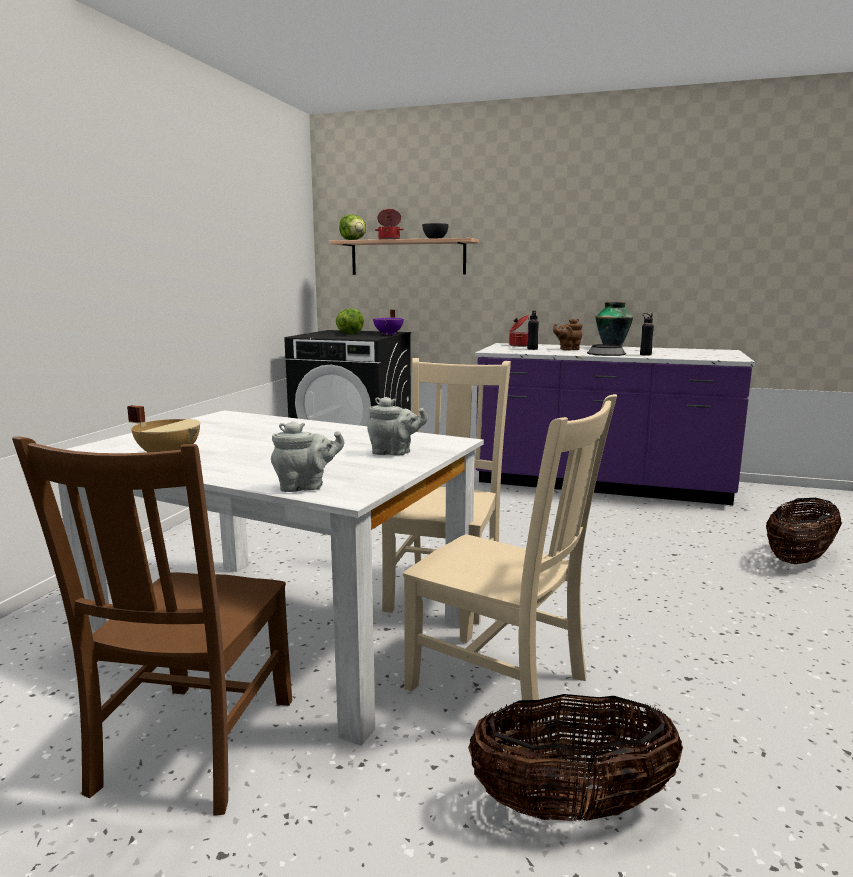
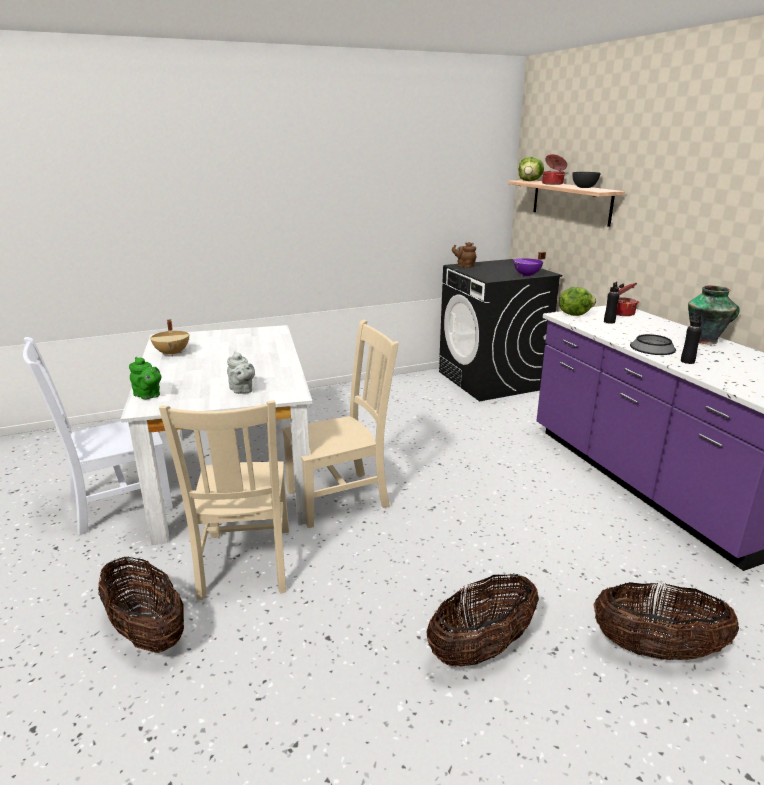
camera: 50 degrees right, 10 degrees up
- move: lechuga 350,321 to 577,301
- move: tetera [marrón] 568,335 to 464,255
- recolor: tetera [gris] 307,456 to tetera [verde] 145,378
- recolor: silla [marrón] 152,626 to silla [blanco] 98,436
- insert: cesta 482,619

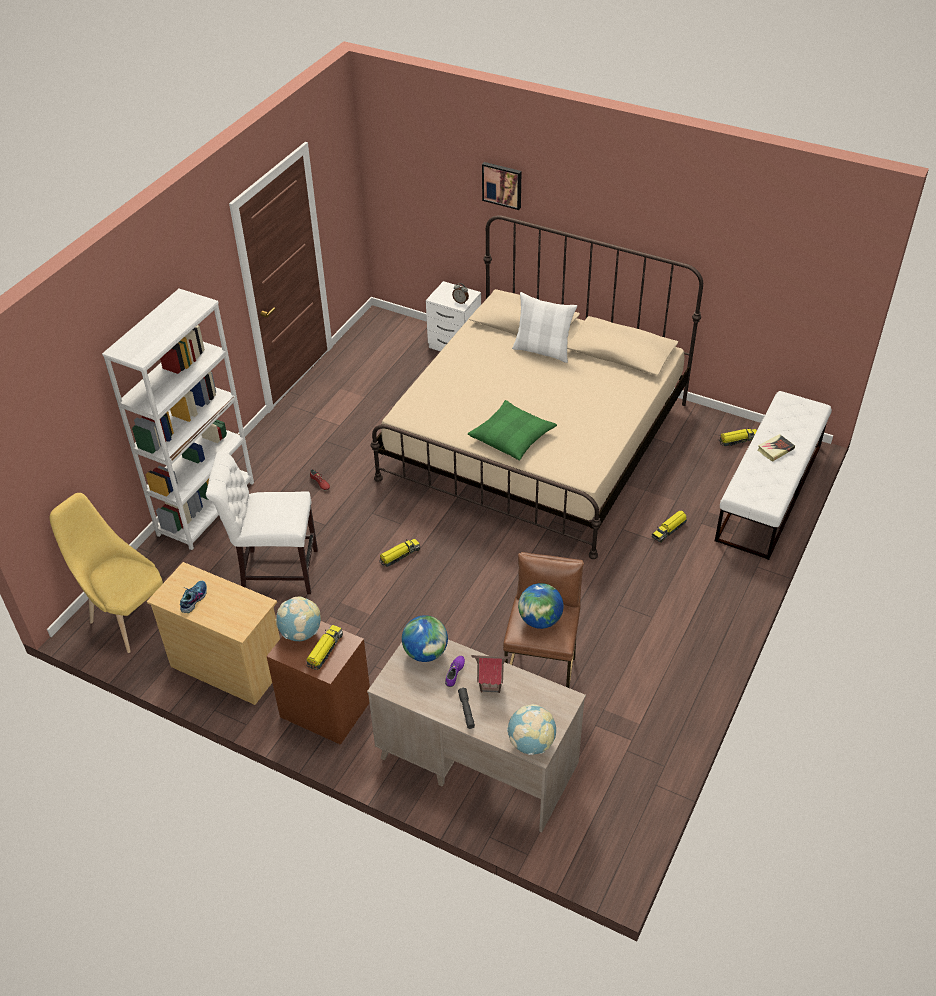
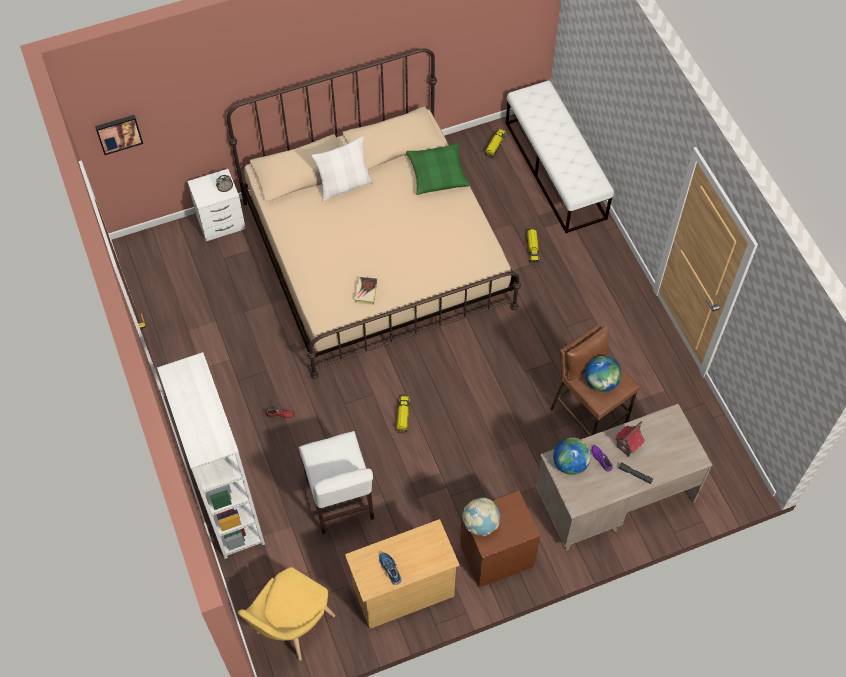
camera: 50 degrees left, 15 degrees up
- move: cuadro 502,186 to 119,135
- move: cojín [verde] 512,430 to 438,169
- move: libro 776,448 to 365,290
- rotate: silla [blanco] 262,522 = 336,482 60 degrees counterclockwise
- rotate: silla [amarillo] 106,573 = 286,614 45 degrees counterclockwise
- delete: camión de juguete 324,647
- delete: globo terráqueo 531,729

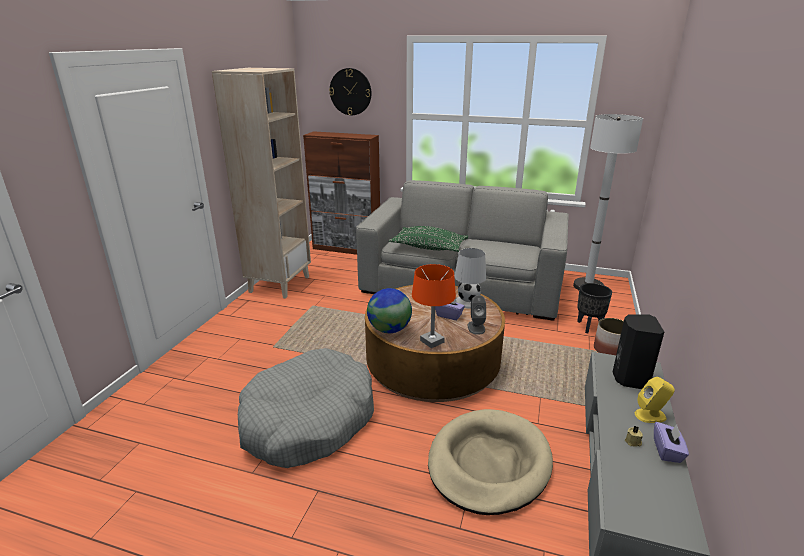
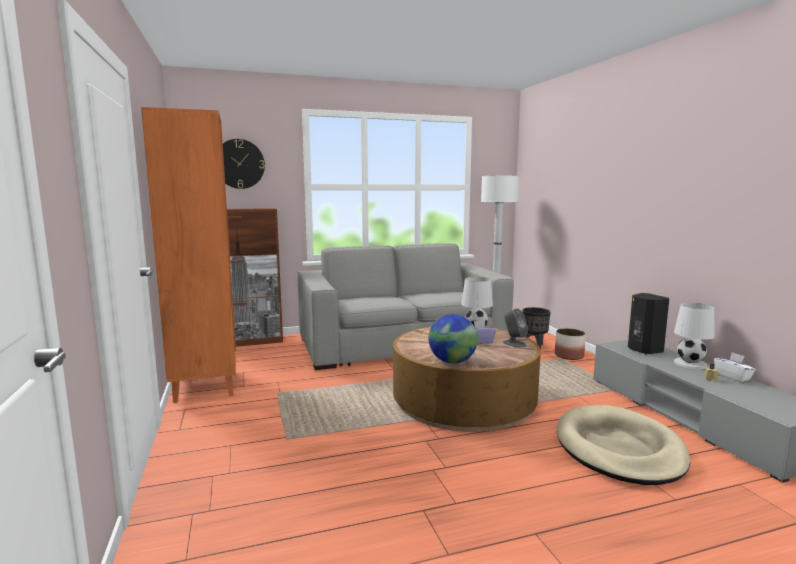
camera: 35 degrees left, 15 degrees down
- recolor: estantería [beis] 261,183 to estantería [naranja] 188,255
- delete: cojín [verde] 429,239
- delete: lámpara de mesa [naranja] 434,306
- delete: cama para perro [gris] 306,408
- replace: altavoz [amarillo] 655,400 to lámpara de mesa [blanco] 694,336
- recolor: caja de pañuelos [morado] 671,442 to caja de pañuelos [blanco] 735,367

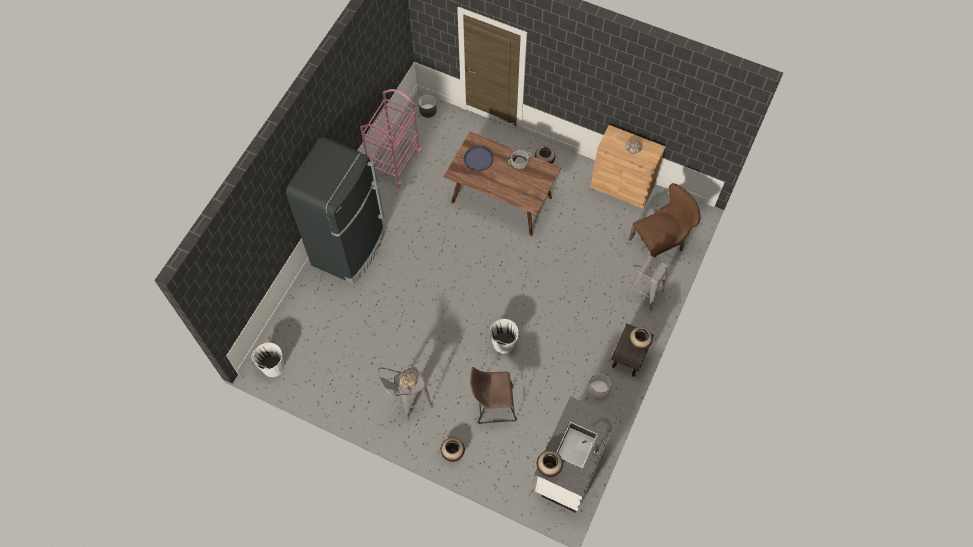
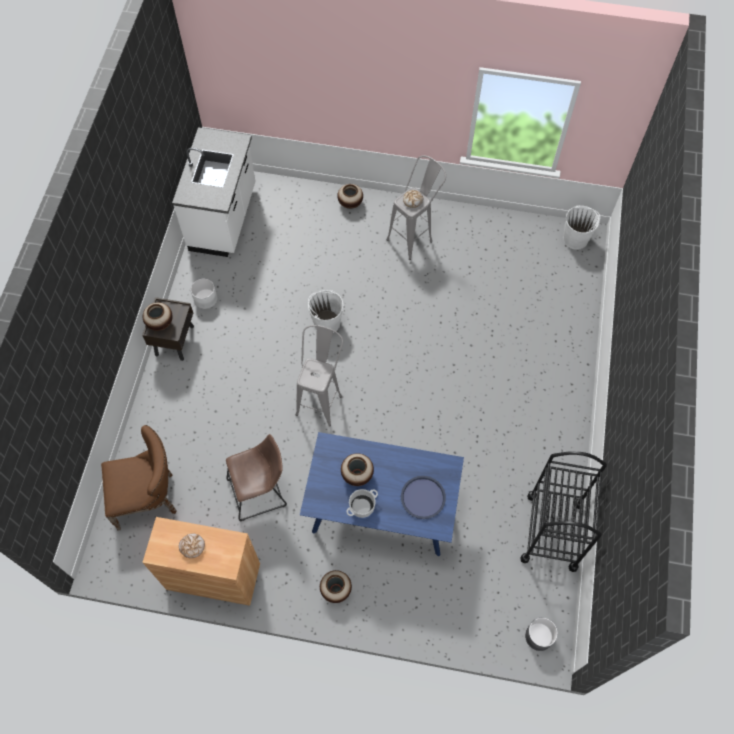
camera: 165 degrees right, 0 degrees up
- recolor: carrito [rosa] 391,138 to carrito [negro] 563,511
- recolor: mesa de comedor [marrón] 502,183 to mesa de comedor [azul] 382,494
- delete: nevera [negro] 335,210
- rotate: silla [marrón] 665,226 = 139,478 150 degrees counterclockwise
- move: taburete [gris] 647,283 to 319,375
- move: taburete [marrón] 493,395 to 256,477
- move: florero 550,463 to 357,469

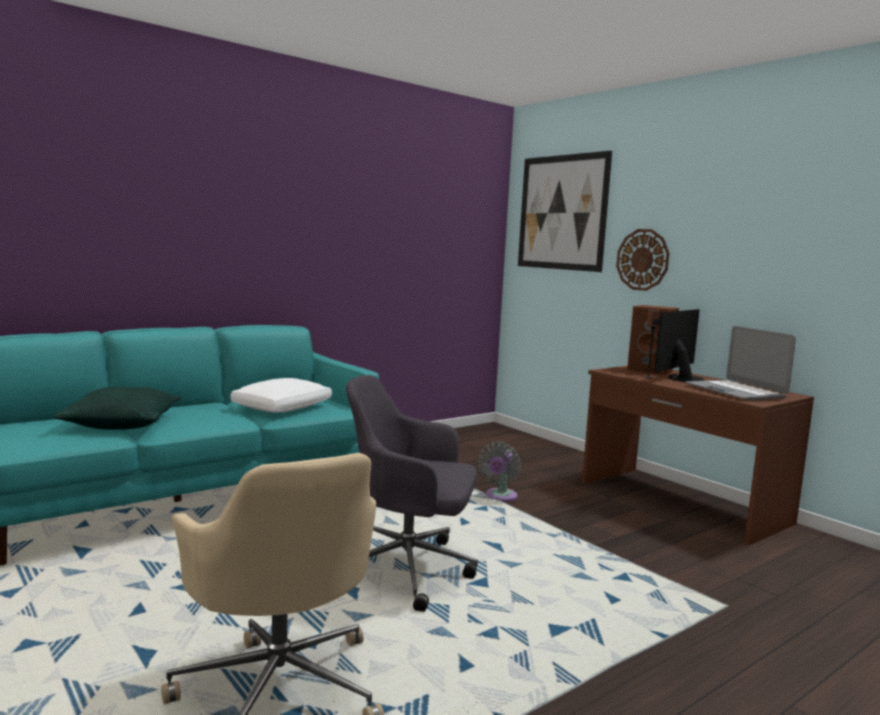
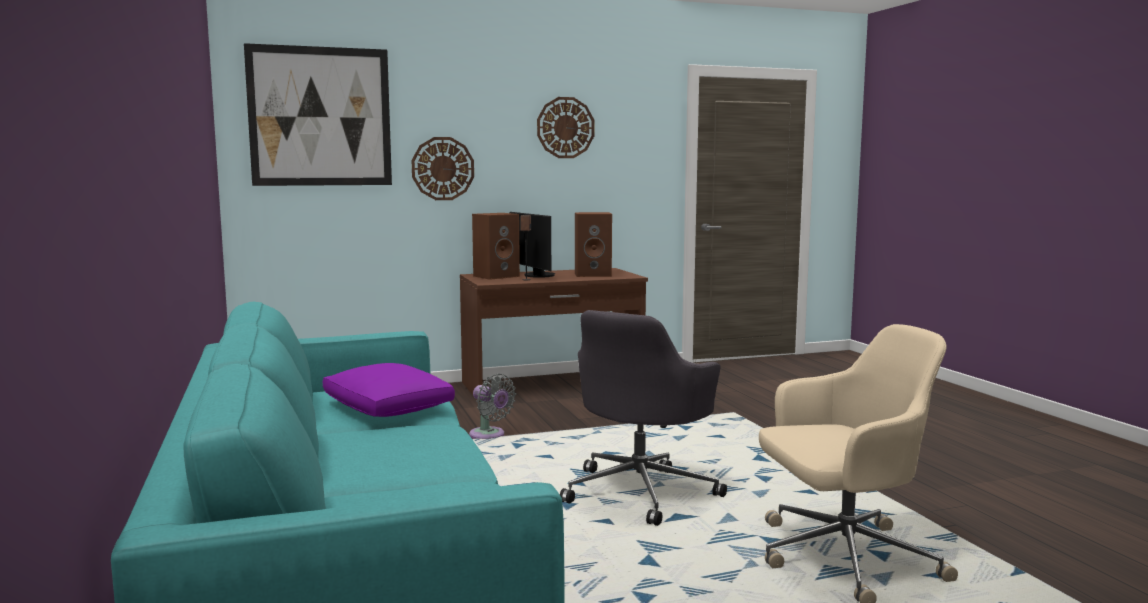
camera: 70 degrees left, 0 degrees up
- replace: portátil 740,363 to altavoz [marrón] 593,244
- recolor: cojín [blanco] 281,395 to cojín [morado] 389,390
- delete: cojín [verde] 117,408
- insert: reloj de pared 565,127

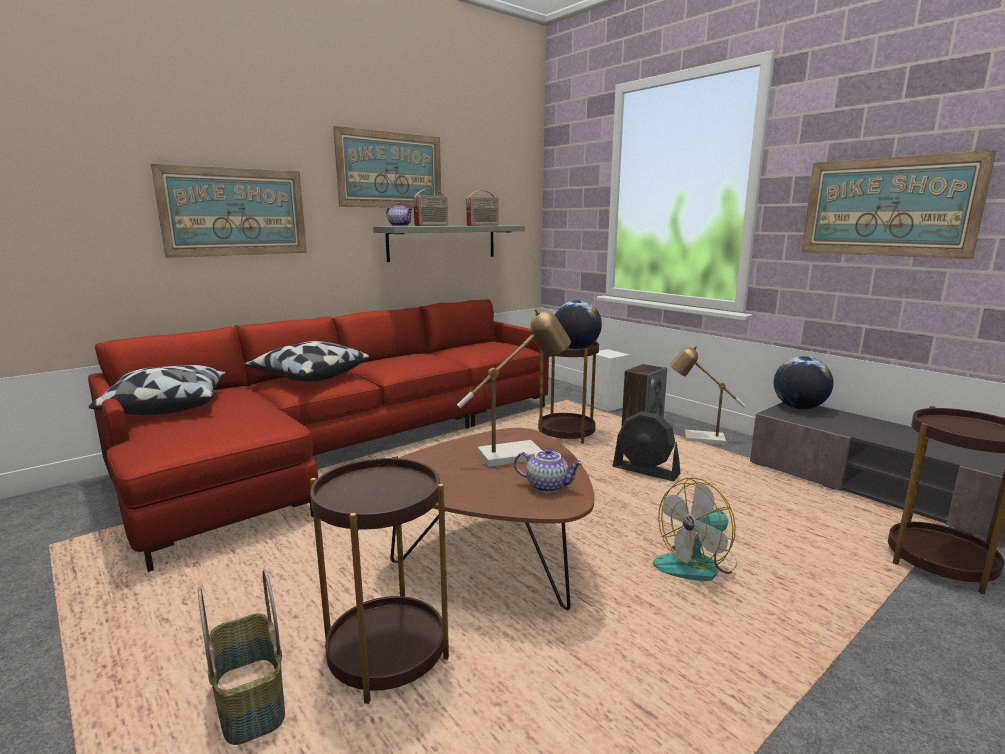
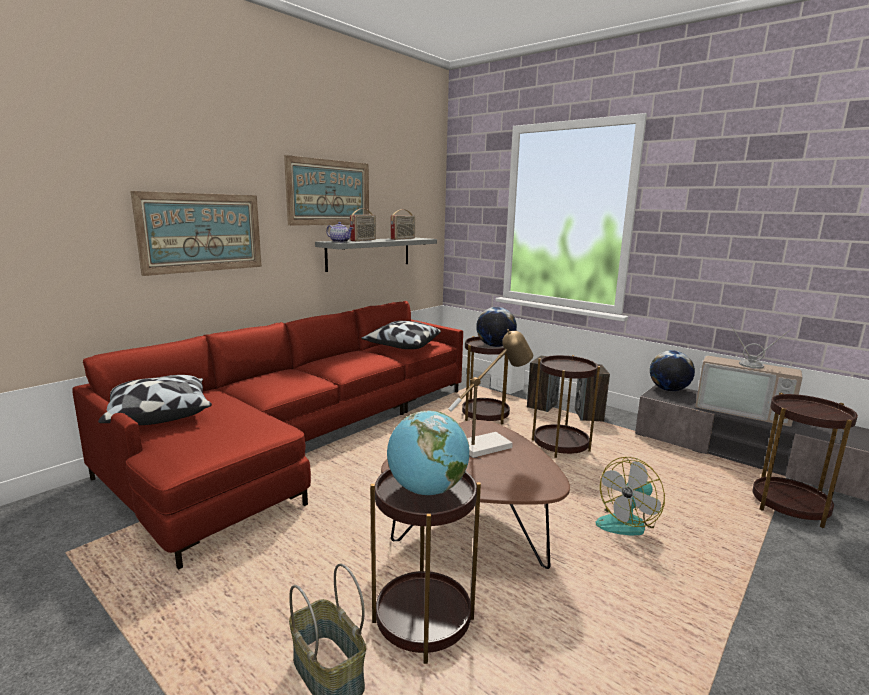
camera: 10 degrees left, 0 degrees up
- delete: cuadro 898,204
- move: cojín 307,361 to 401,335
- replace: lámpara de mesa 708,395 to altavoz 592,393
- replace: ventilador [negro] 646,446 to mesa auxiliar [marrón] 566,406
- delete: tetera 548,470
- insert: televisor 749,373
- insert: globo terráqueo 428,453

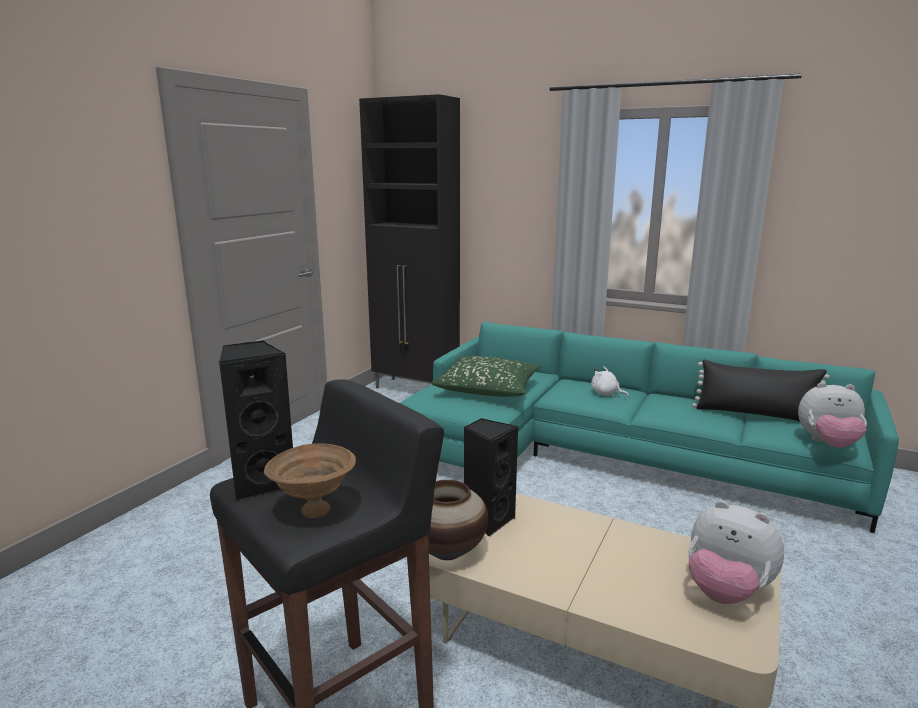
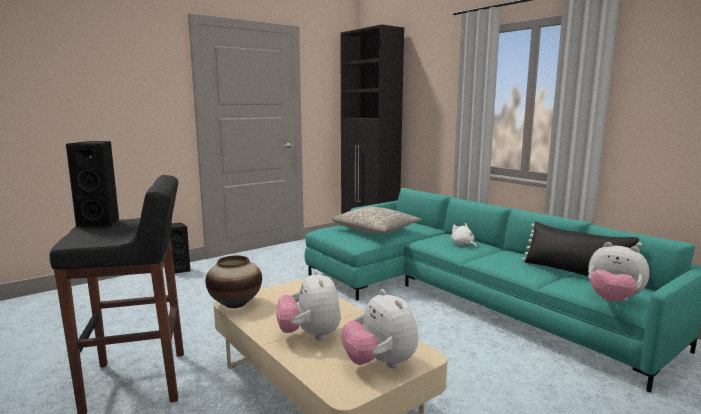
camera: 25 degrees right, 5 degrees down
- recolor: cojín [verde] 486,376 to cojín [gris] 376,220
- move: altavoz [negro] 491,477 to 180,248
- delete: cuenco [marrón] 310,480
- insert: peluche 308,305

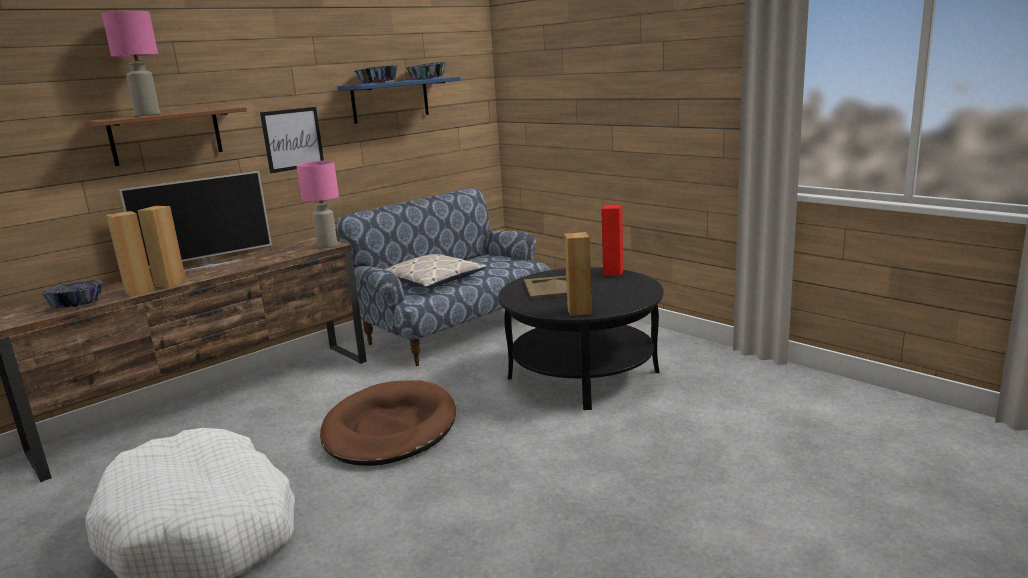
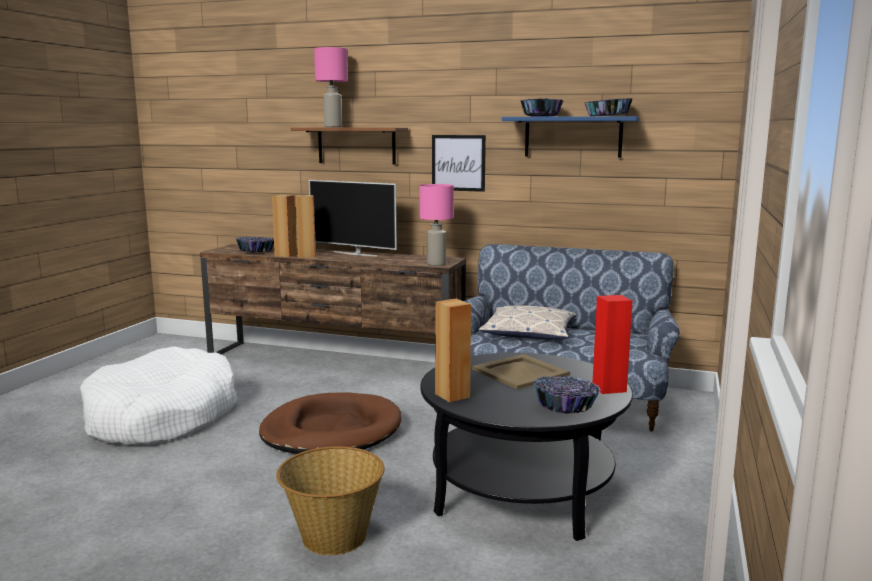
camera: 60 degrees right, 5 degrees down
- insert: cuenco 567,395
- insert: cesta 330,500

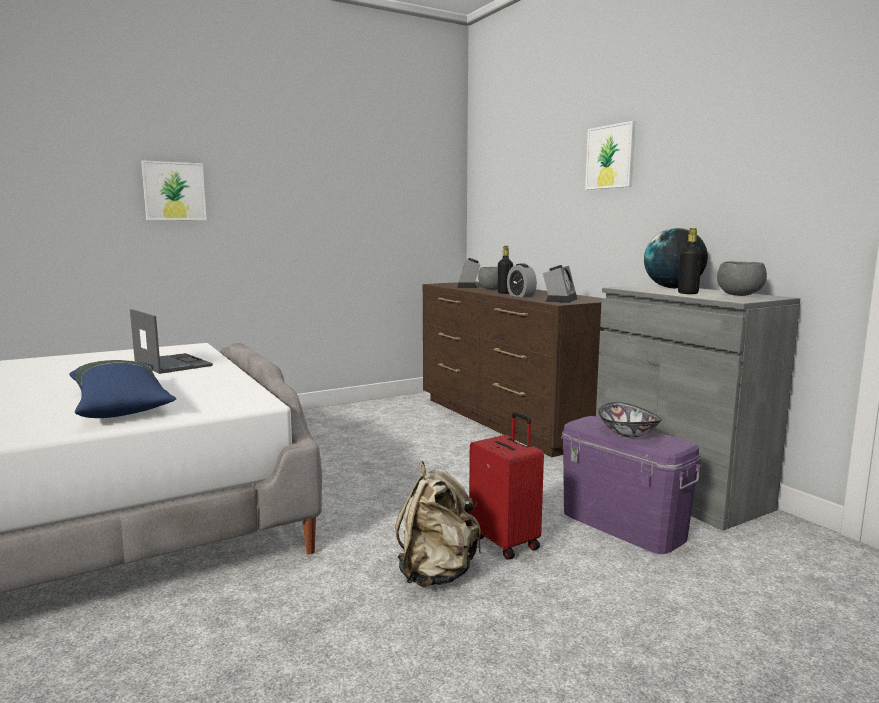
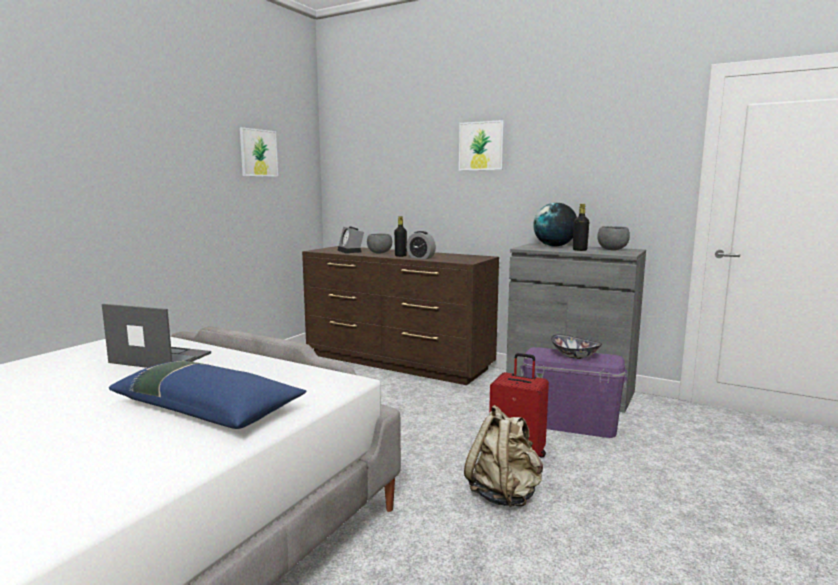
camera: 30 degrees left, 0 degrees up
- move: cuadro 174,190 to 259,152
- delete: despertador 560,284

